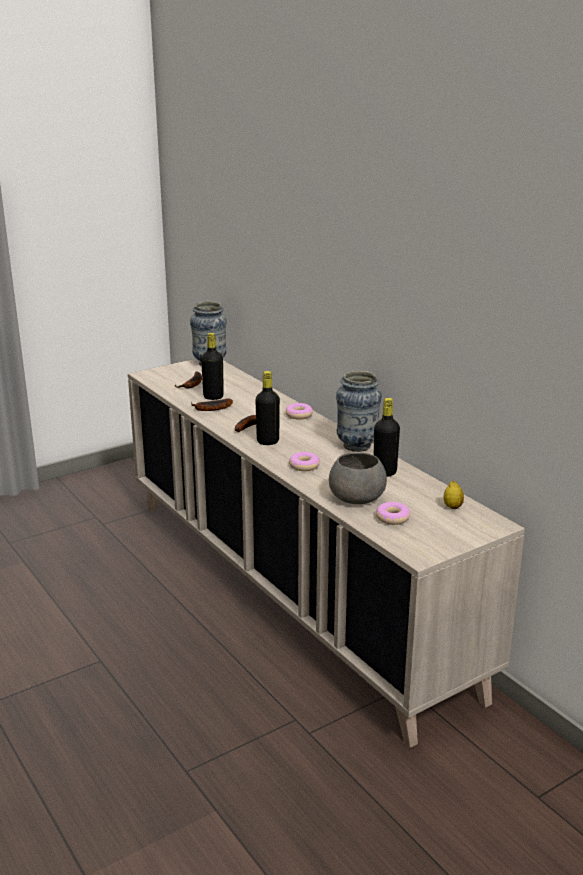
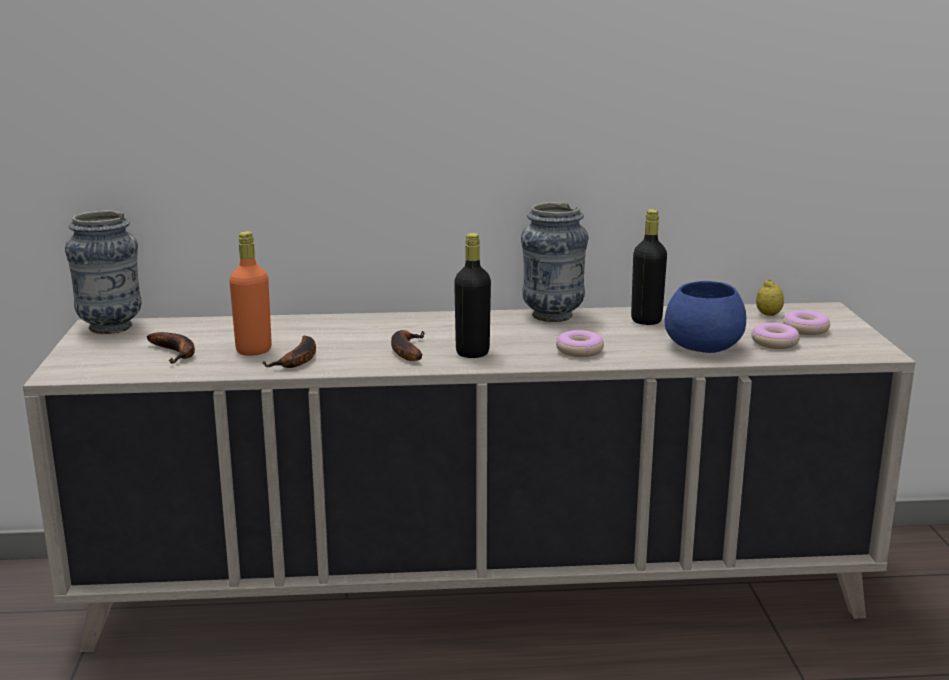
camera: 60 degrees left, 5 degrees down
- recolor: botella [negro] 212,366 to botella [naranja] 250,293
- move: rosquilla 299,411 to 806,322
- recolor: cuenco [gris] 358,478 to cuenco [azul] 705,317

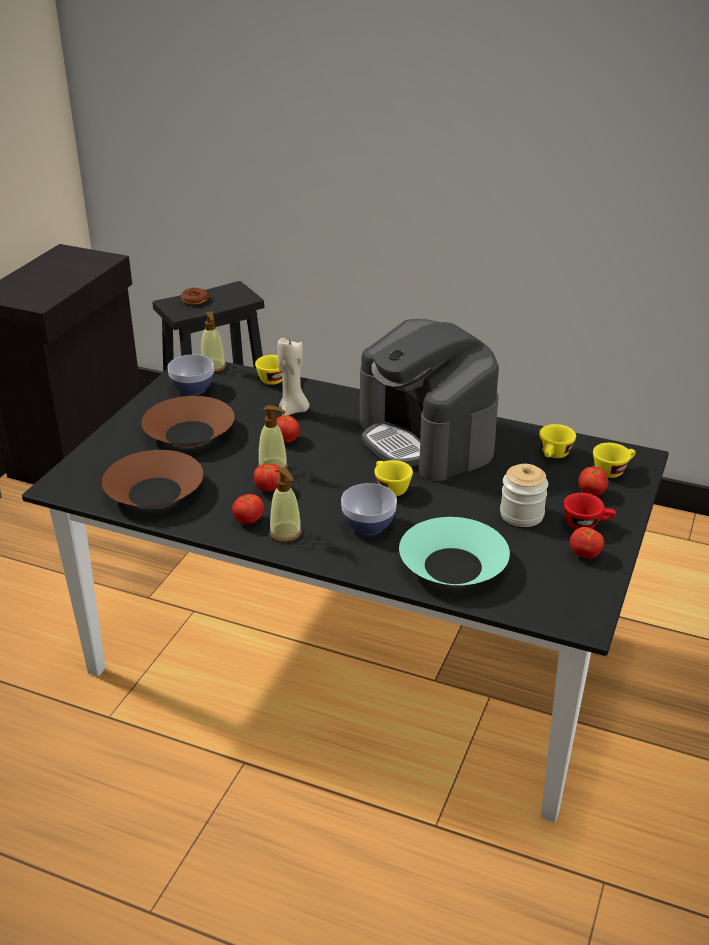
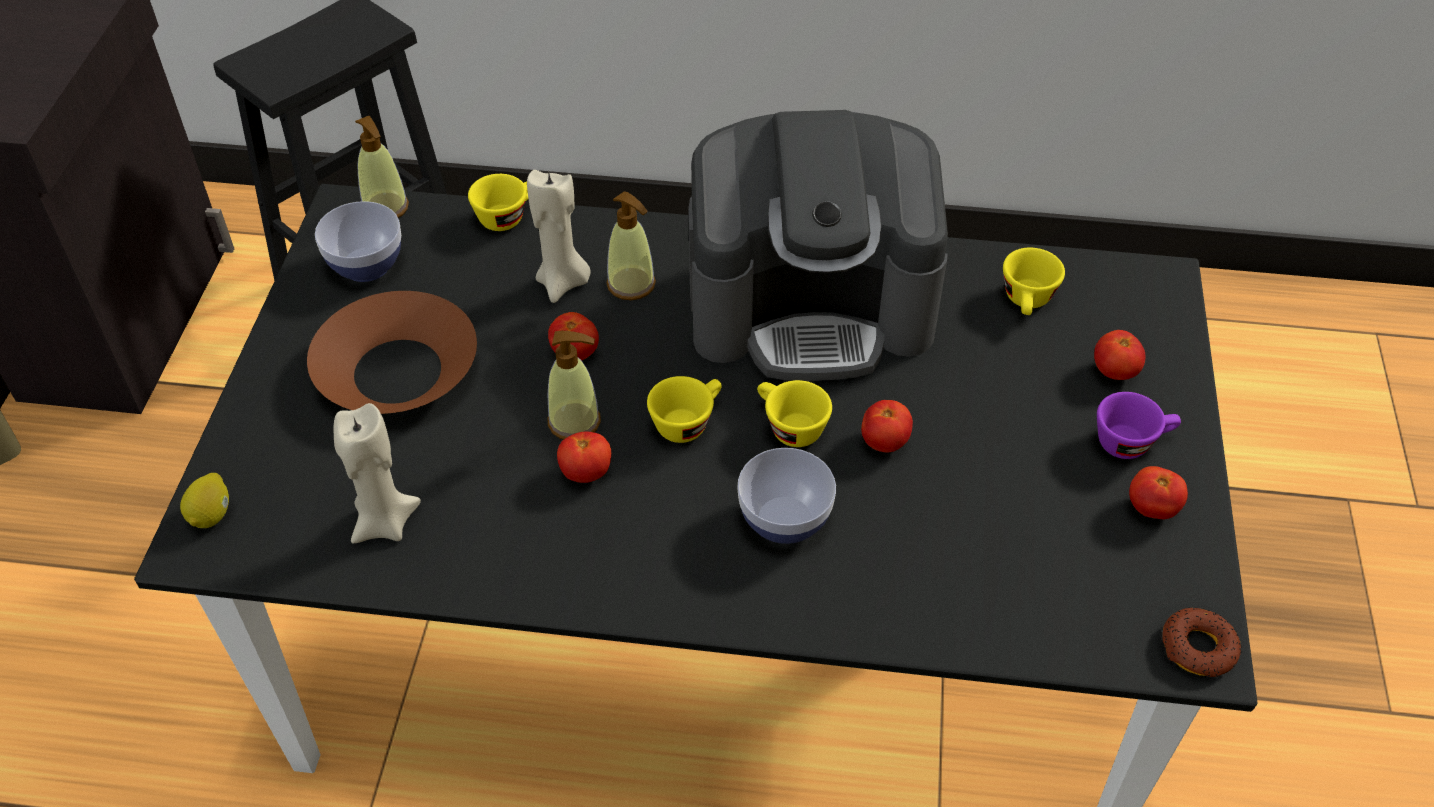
camera: 15 degrees left, 15 degrees up
- move: rosquilla 194,296 to 1202,642
- rotate: cafetera 429,400 = 818,245 45 degrees counterclockwise
- move: taza [amarillo] 614,460 to 684,409
- replace: cuenco [marrón] 152,479 to vela [beis] 377,473
- delete: tarro 524,495
- move: dispensador de jabón 285,504 to 631,245
- recolor: taza [rojo] 589,511 to taza [morado] 1139,425
- move: tomate 248,509 to 887,426
- delete: cuenco [turquesa] 454,551
- insert: limón 204,500

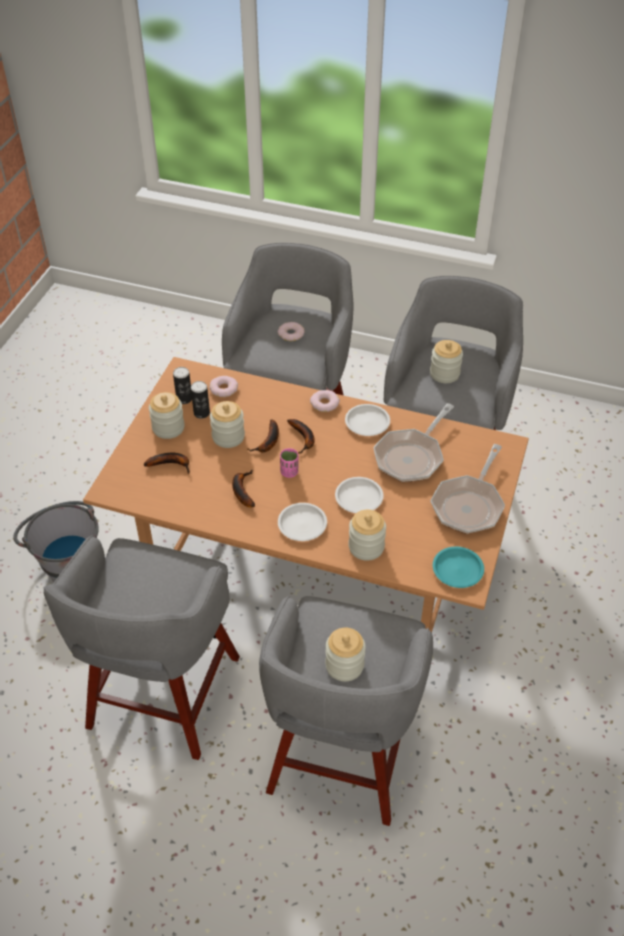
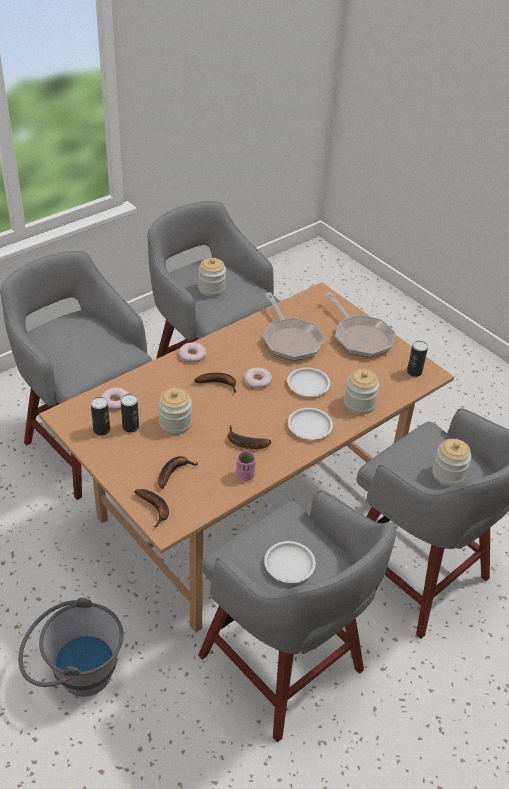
camera: 60 degrees left, 5 degrees down
- move: rosquilla 291,331 to 258,377
- delete: tarro 167,415
- move: plato [blanco] 367,420 to 290,562
- move: plátano 263,435 to 151,508
- move: taza [rosa] 289,463 to 246,466
- replace: plato [turquesa] 458,567 to lata 417,359

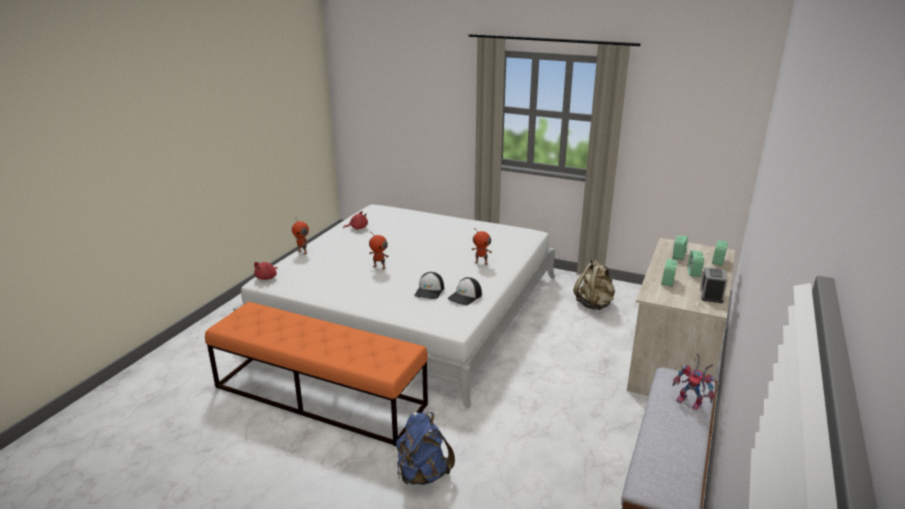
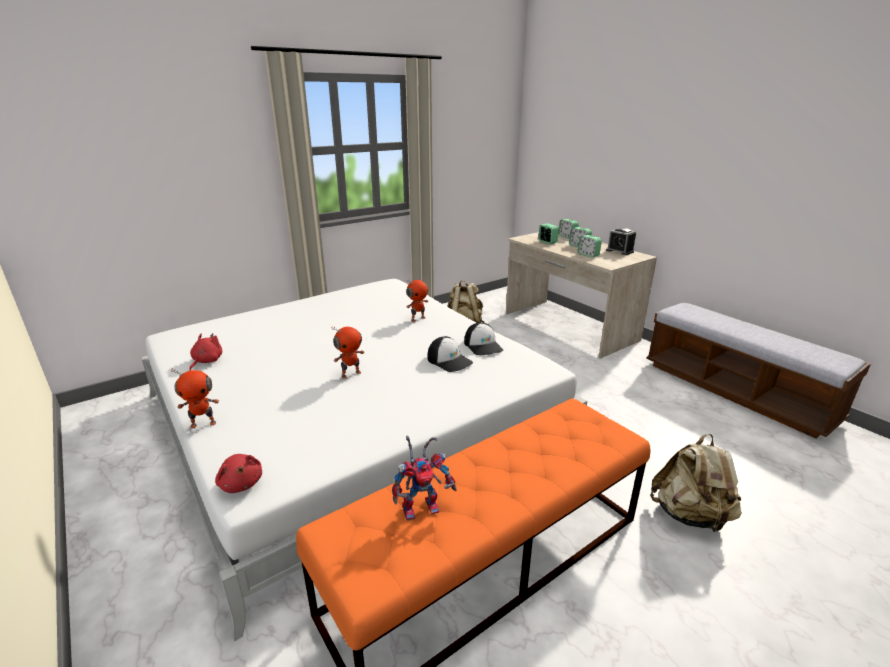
camera: 60 degrees left, 0 degrees up
- move: robot de juguete 694,381 to 424,478
- recolor: mochila [azul] 425,448 to mochila [beis] 696,484

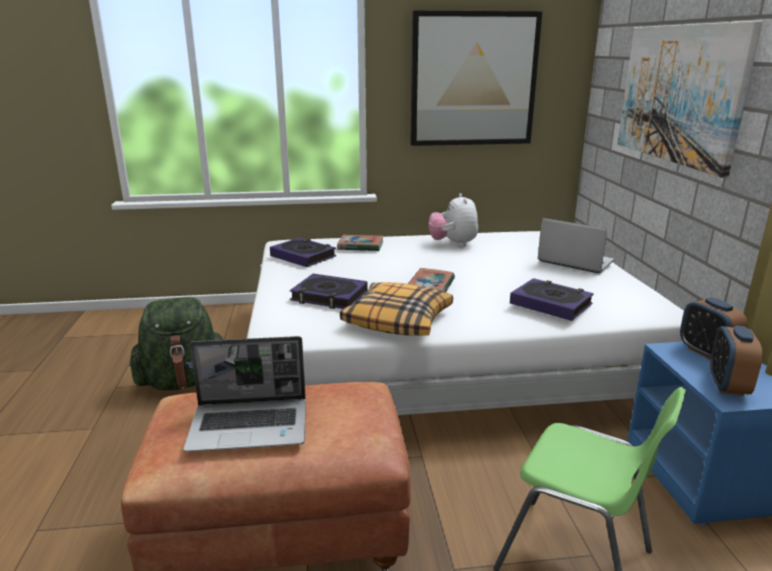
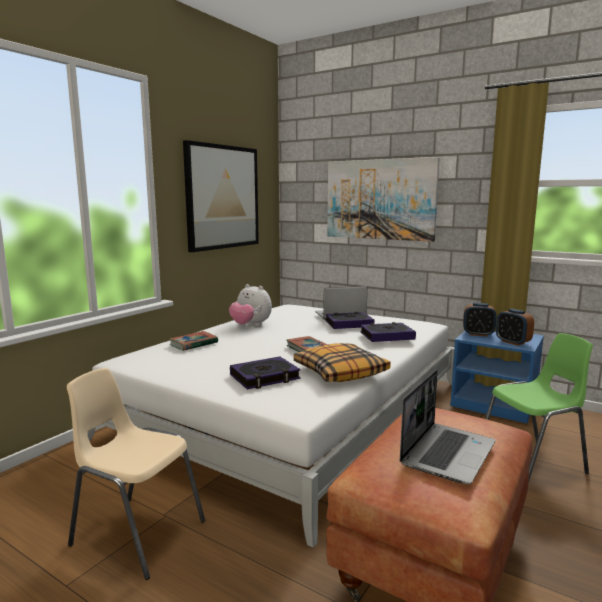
camera: 50 degrees left, 10 degrees down
- move: libro 303,252 to 349,320
- replace: mochila [verde] 176,343 to silla [beis] 136,474

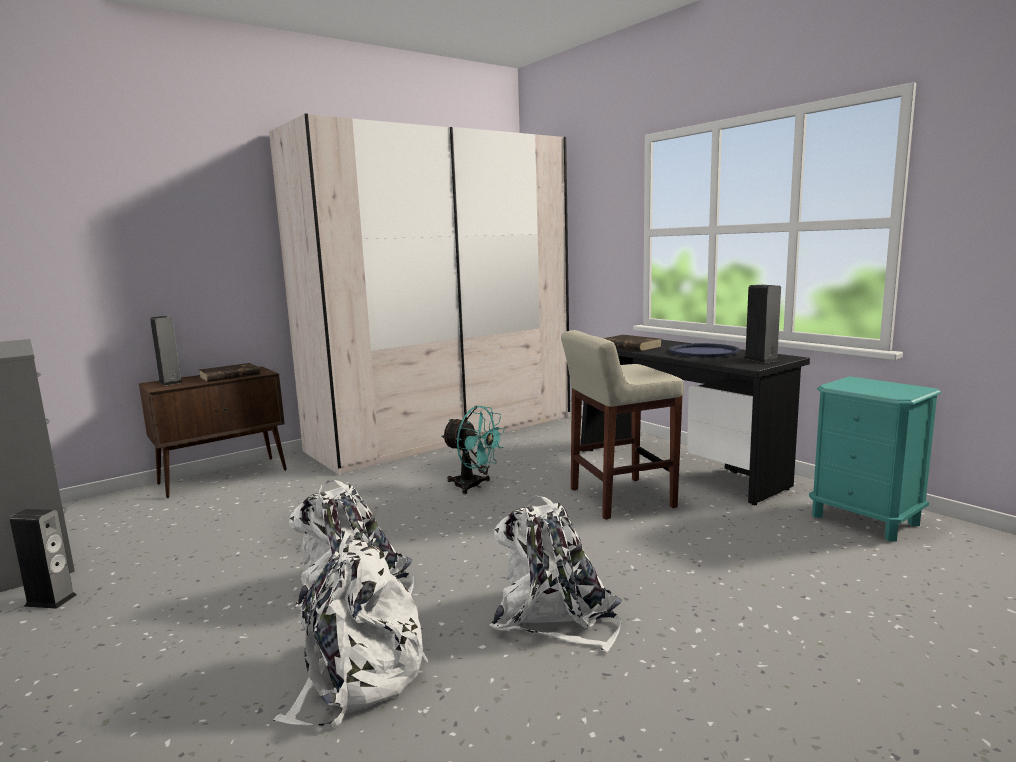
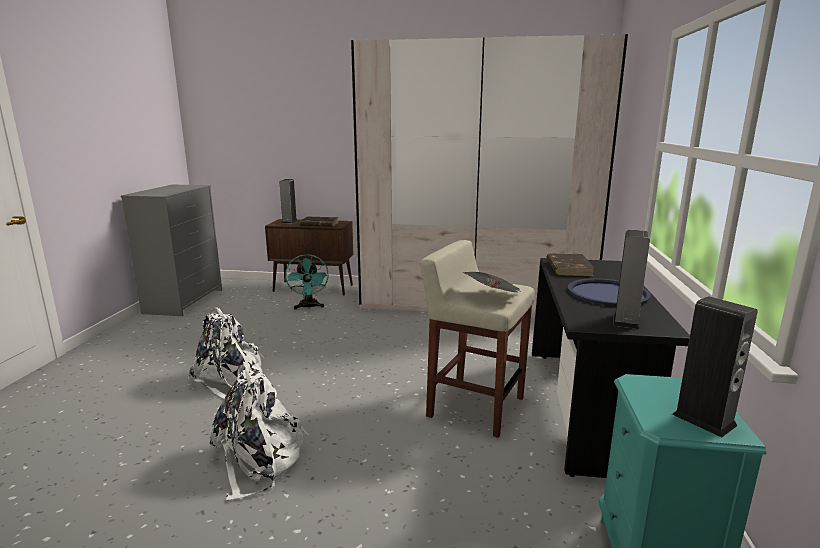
camera: 45 degrees right, 5 degrees up
- move: ventilador [turquesa] 473,450 to 307,281
- move: altavoz 43,559 to 715,366
- delete: mochila [blanco] 350,630
- insert: periódico 491,282

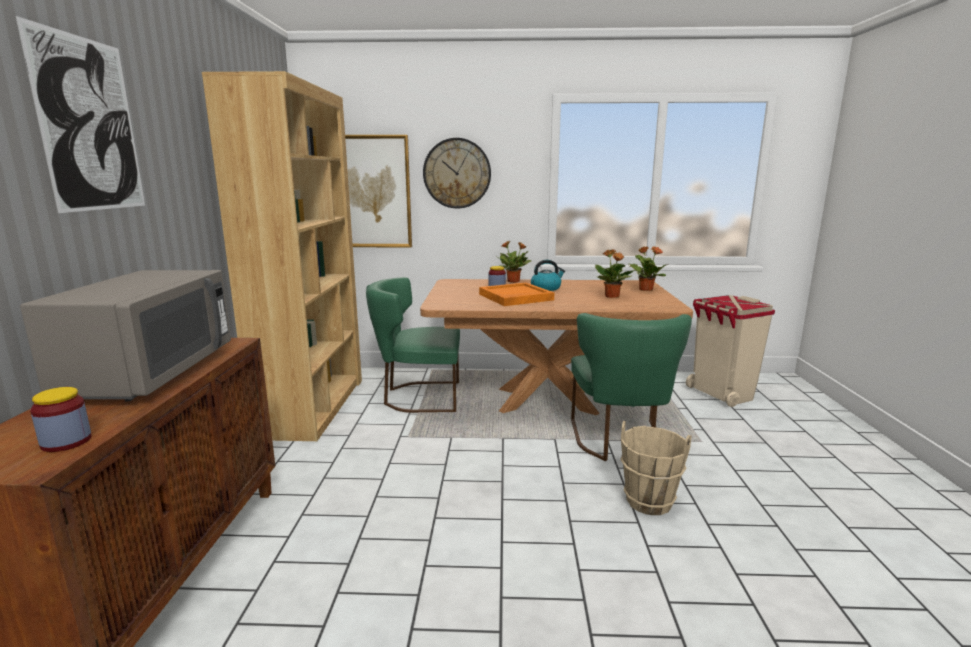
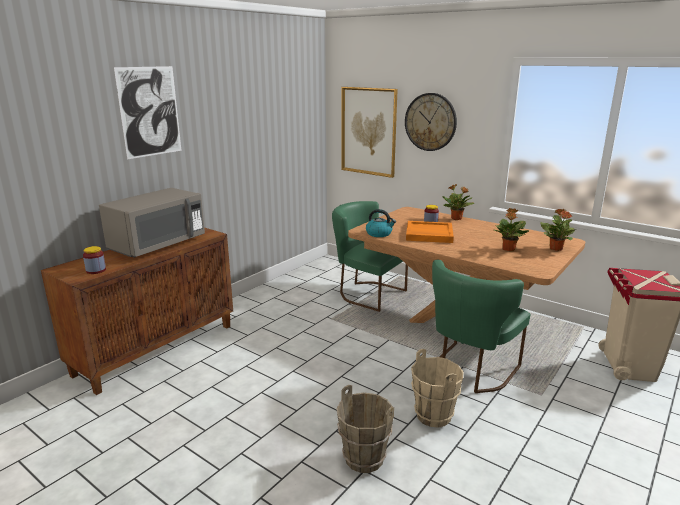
camera: 35 degrees right, 5 degrees up
- delete: estantería [marrón] 282,256
- move: hervidor 548,275 to 381,223
- insert: cubo [marrón] 365,429

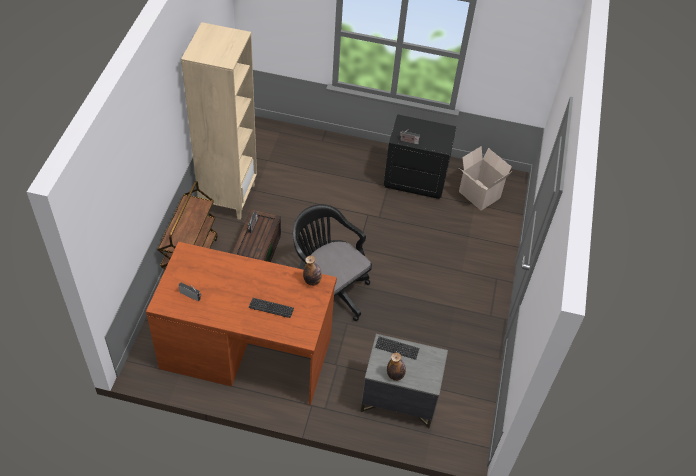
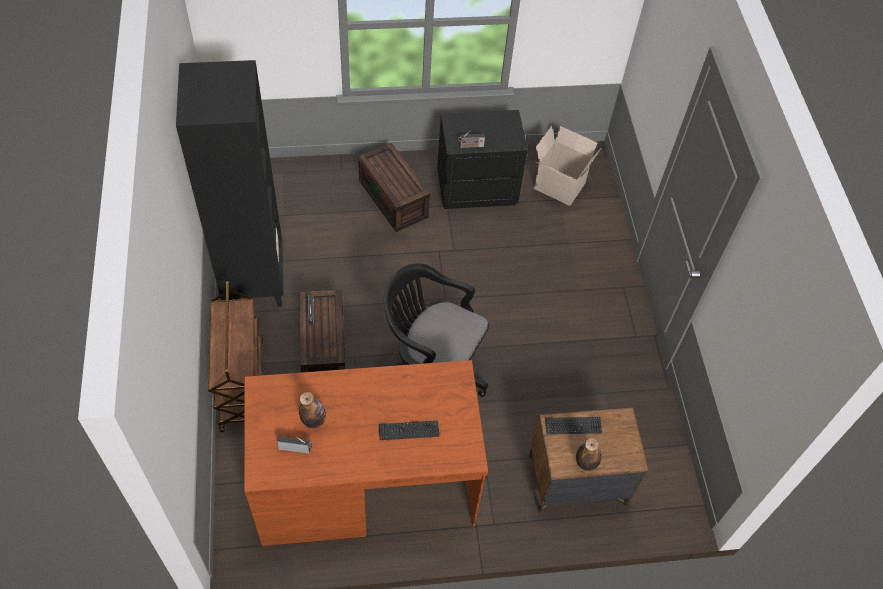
camera: 20 degrees left, 5 degrees up
- recolor: estantería [beis] 219,121 to estantería [negro] 230,183
- move: botella 312,270 to 312,410
- recolor: mesita de noche [gris] 404,381 to mesita de noche [marrón] 588,461
- insert: caja de almacenaje [marrón] 394,187

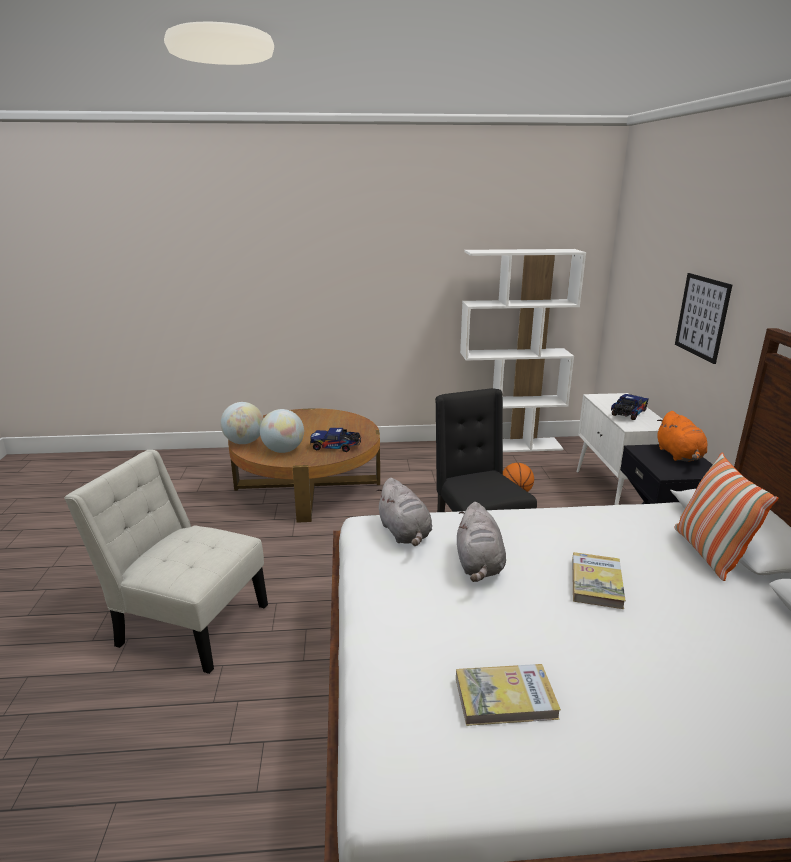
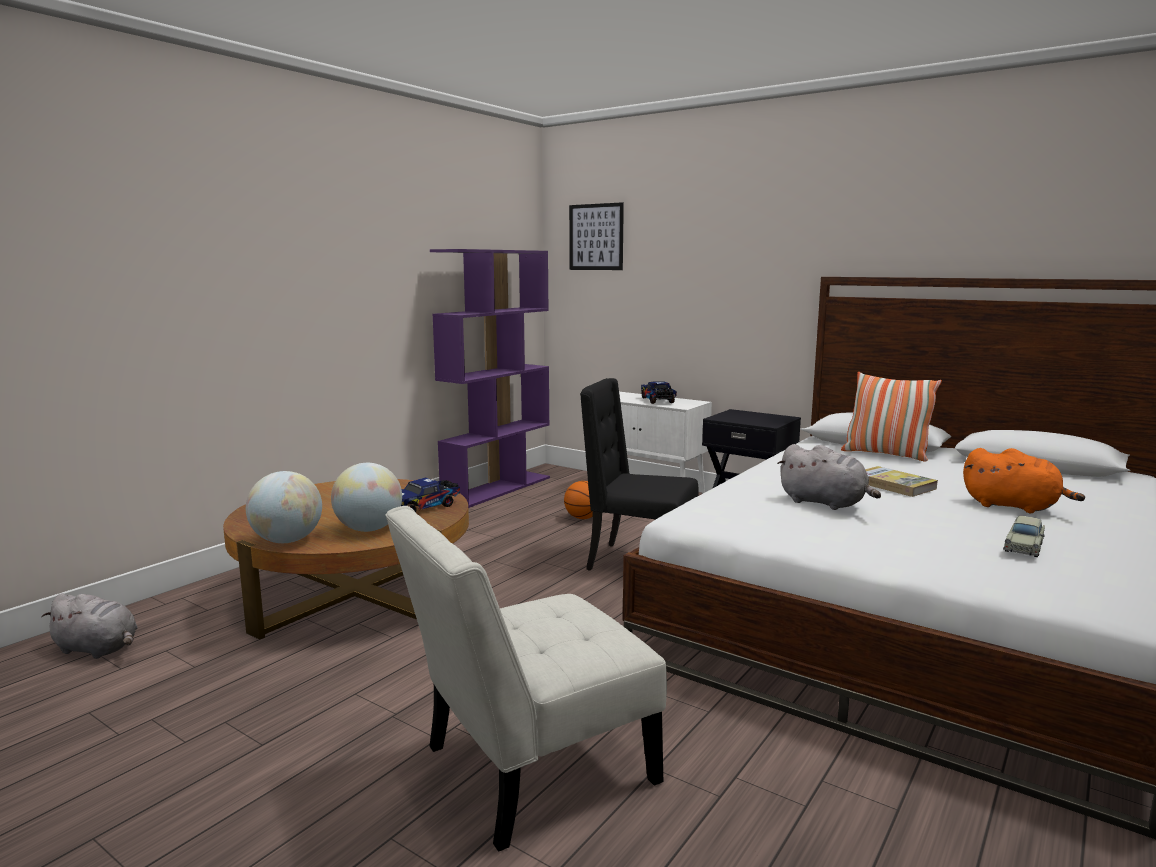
camera: 50 degrees left, 10 degrees down
- recolor: estantería [blanco] 523,350 to estantería [morado] 490,378
- move: cuadro 703,318 to 596,236
- move: peluche [naranja] 682,436 to 1024,480
- move: peluche [gris] 404,512 to 89,626
- replace: libro 508,695 to coche de juguete [beis] 1024,536

